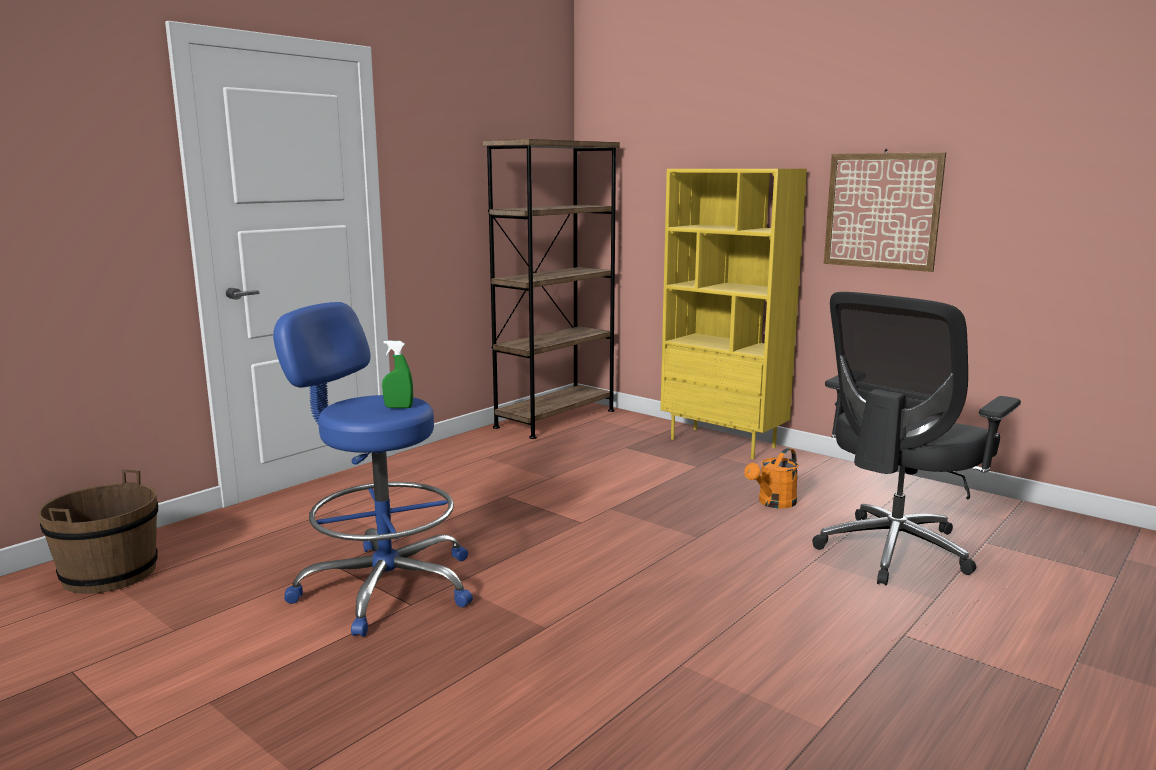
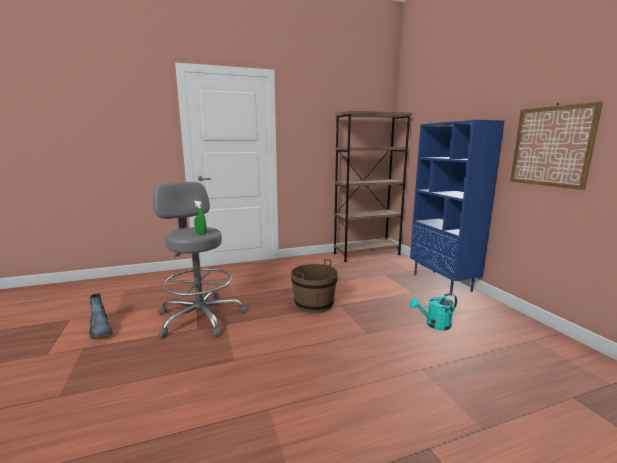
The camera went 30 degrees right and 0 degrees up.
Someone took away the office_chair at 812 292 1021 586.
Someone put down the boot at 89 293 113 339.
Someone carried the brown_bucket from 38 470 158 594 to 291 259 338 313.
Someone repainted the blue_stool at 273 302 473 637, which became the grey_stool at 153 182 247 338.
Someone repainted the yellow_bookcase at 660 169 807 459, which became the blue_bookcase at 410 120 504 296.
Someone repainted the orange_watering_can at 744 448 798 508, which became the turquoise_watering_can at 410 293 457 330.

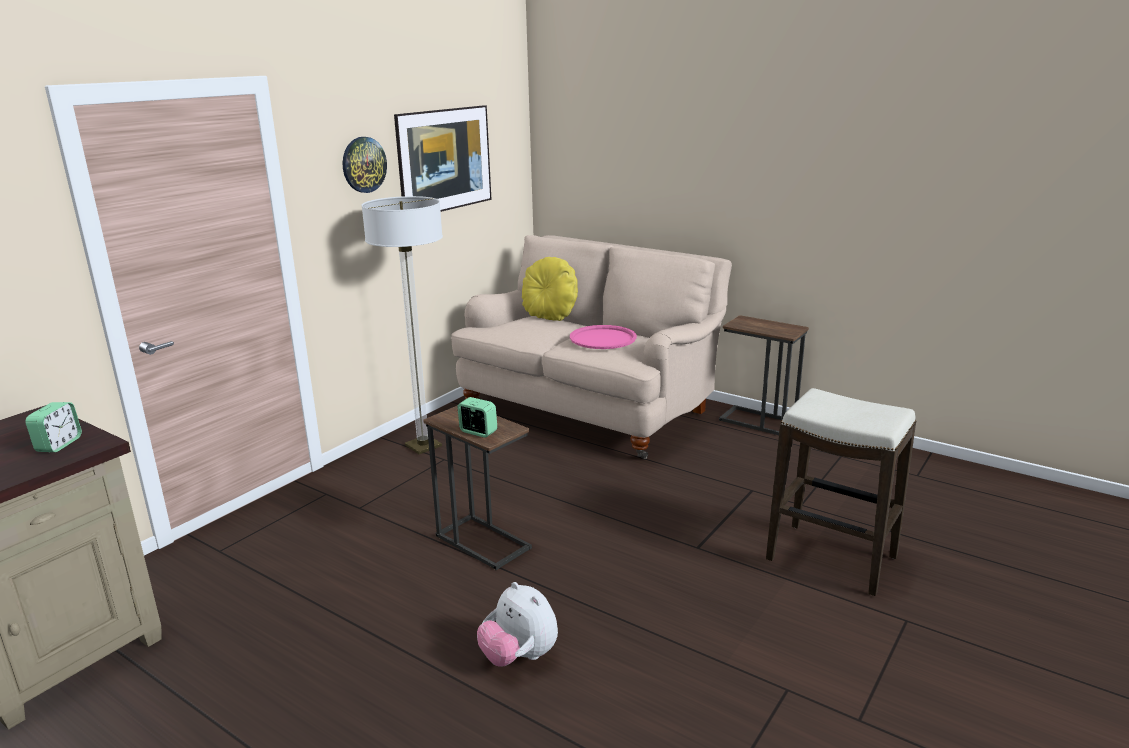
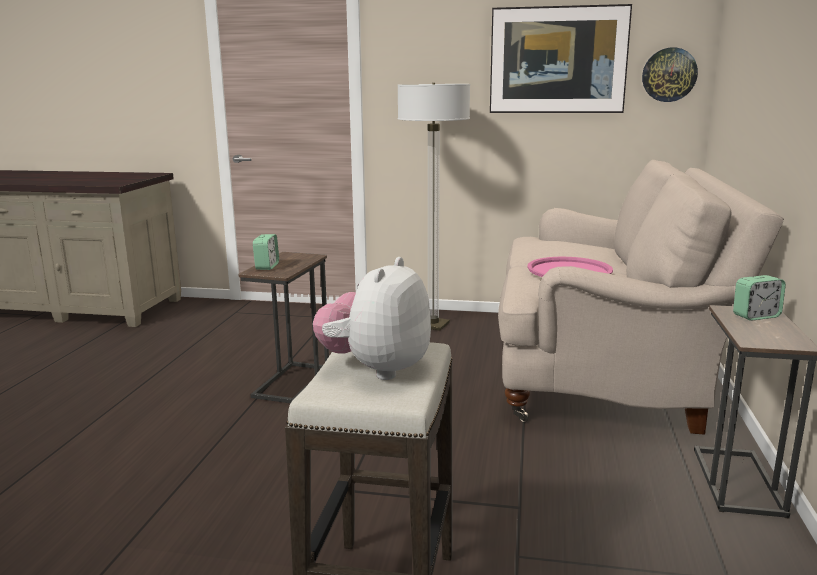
The camera went 65 degrees right and 5 degrees down.
Someone took away the yellow_pillow at 522 257 578 321.
Someone carried the alarm_clock from 25 402 82 452 to 733 275 786 320.
Someone carried the wall_clock from 343 137 387 193 to 642 47 698 102.
Someone carried the plush_toy from 477 582 558 667 to 313 257 431 380.

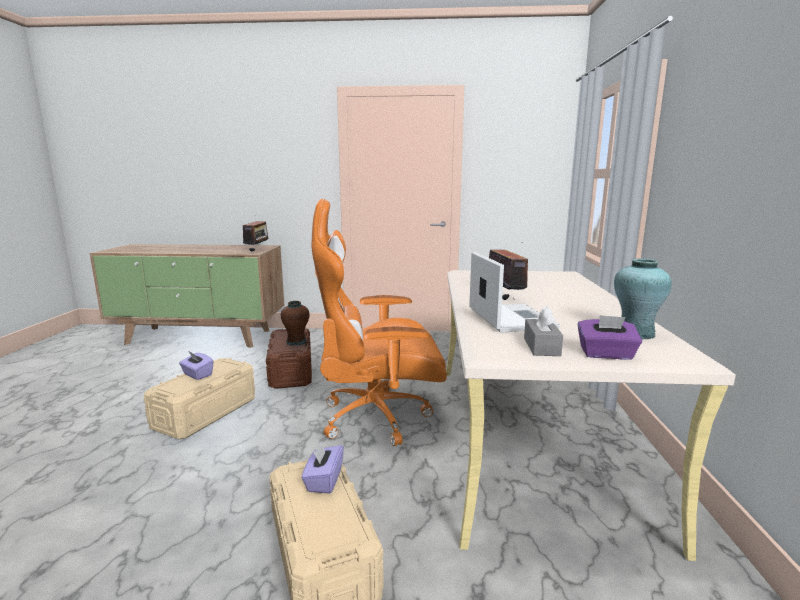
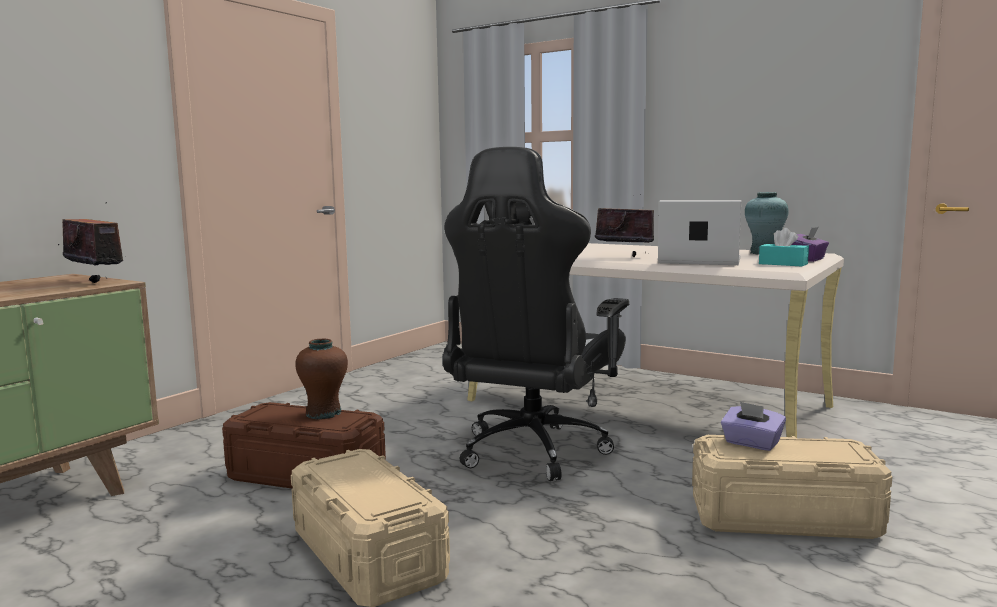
The camera went 60 degrees left and 5 degrees down.
Someone took away the purple_tissue_box at 179 352 214 380.
Someone repainted the orange_office_chair at 311 199 447 446, which became the black_office_chair at 443 147 630 481.
Someone repainted the grey_tissue_box at 524 306 563 356, which became the turquoise_tissue_box at 759 228 809 266.

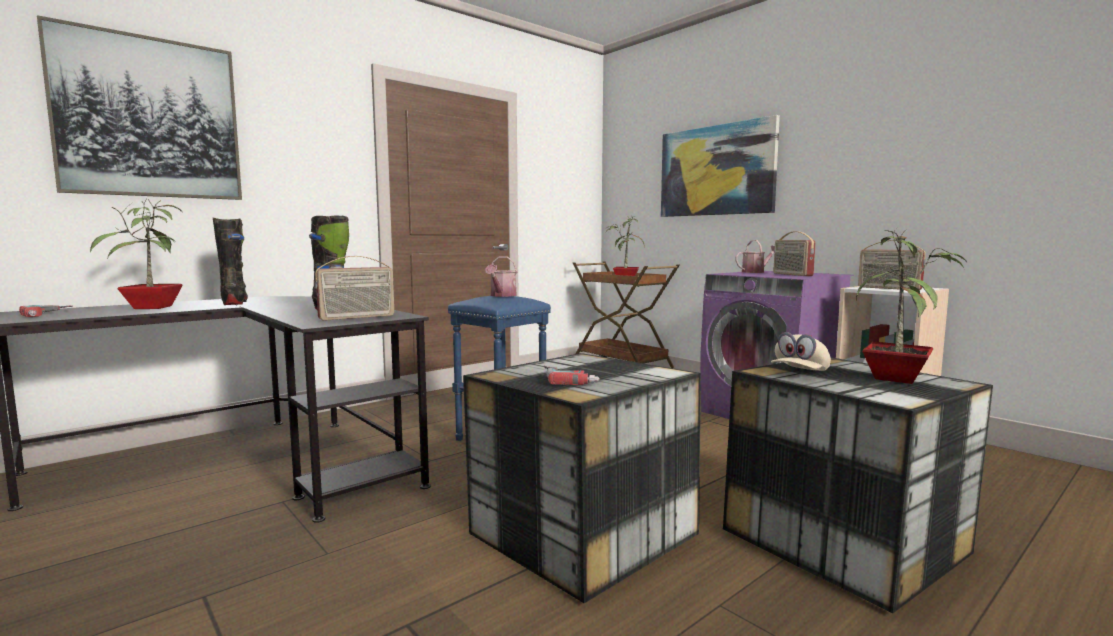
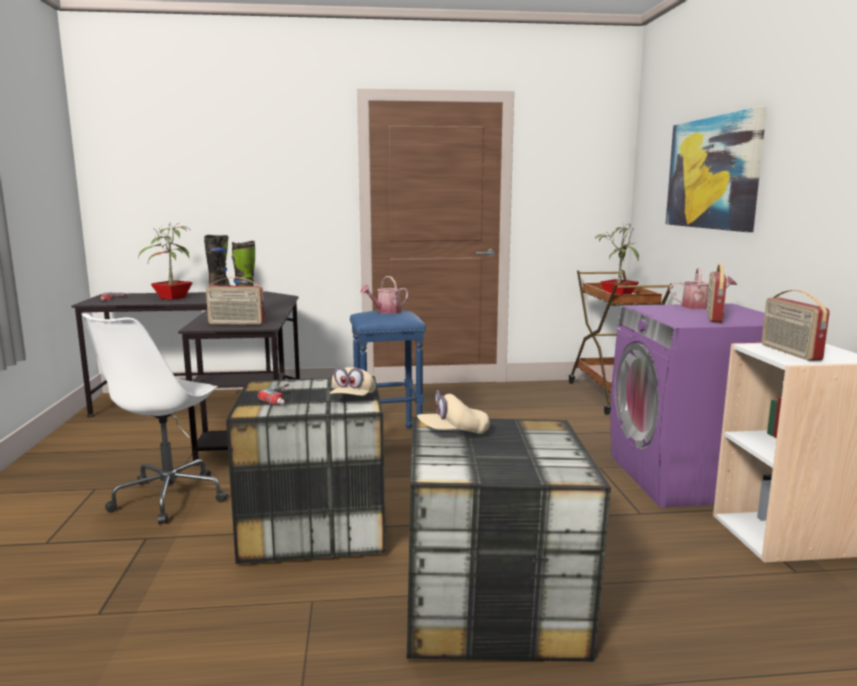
The camera went 35 degrees right and 5 degrees up.
Someone took away the picture at 37 15 242 200.
Someone took away the potted_plant at 856 228 967 384.
Someone put down the white_office_chair at 82 313 228 524.
Someone put down the beige_cap at 329 367 376 396.

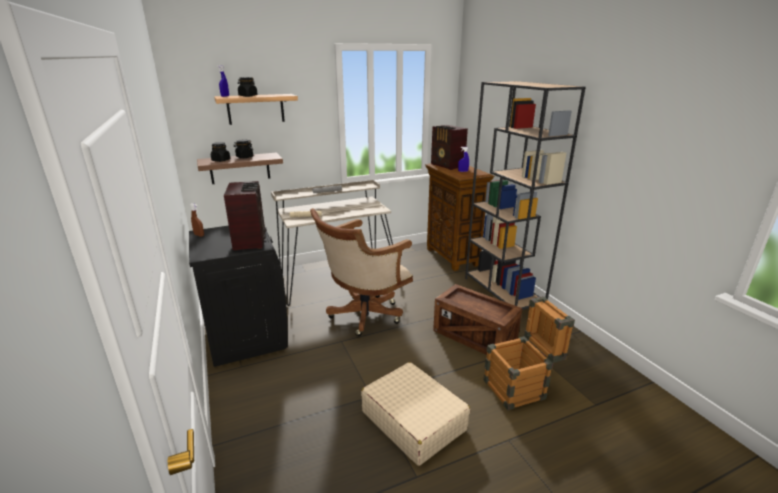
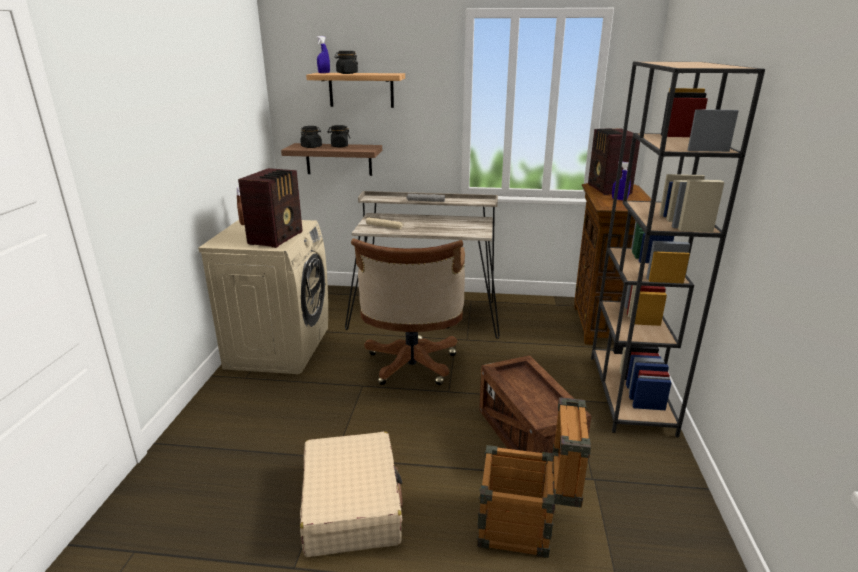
The camera went 30 degrees right and 0 degrees up.
Someone repainted the black_washing_machine at 189 226 288 367, which became the beige_washing_machine at 198 220 328 374.
Someone rotated the office_chair at 310 208 413 336 by 75 degrees counterclockwise.

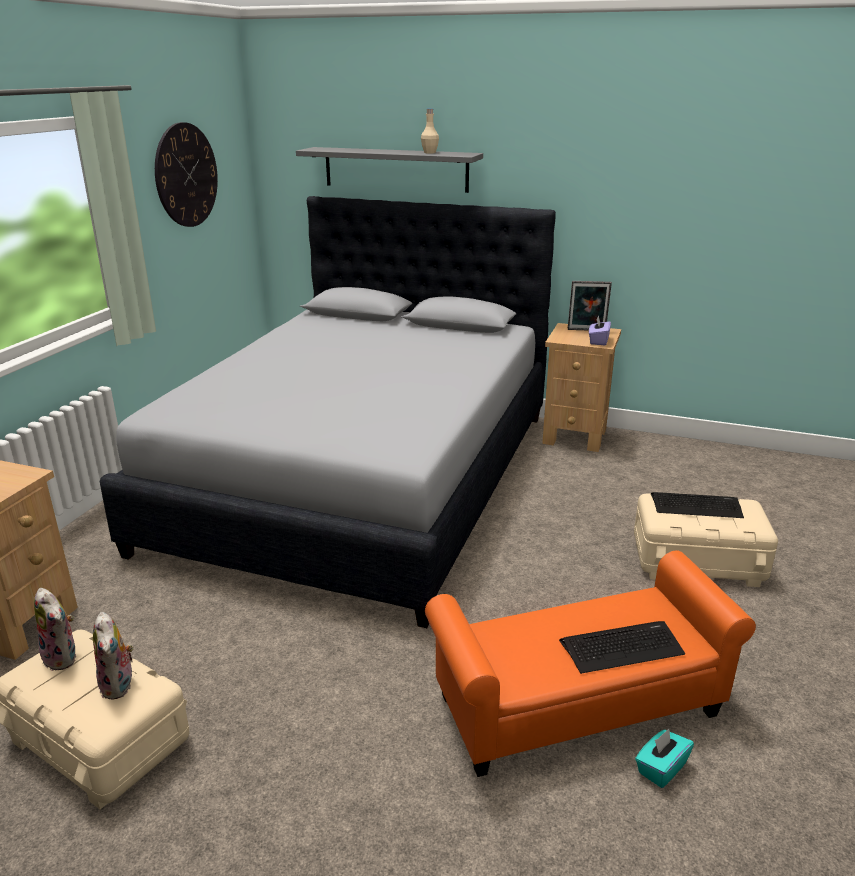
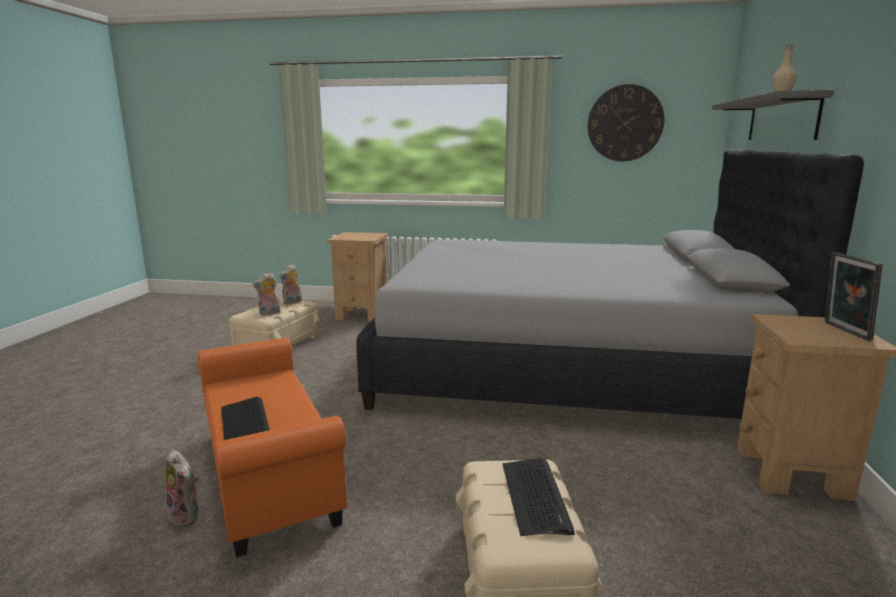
The camera went 80 degrees right and 10 degrees down.
Someone took away the purple_tissue_box at 589 316 611 345.
Someone swapped the turquoise_tissue_box at 635 729 694 788 for the plush_toy at 165 450 199 528.

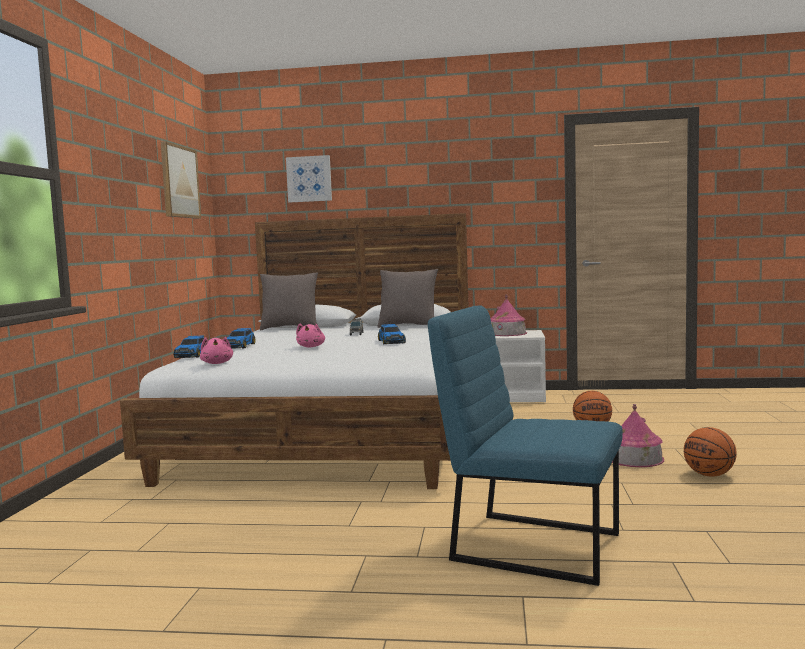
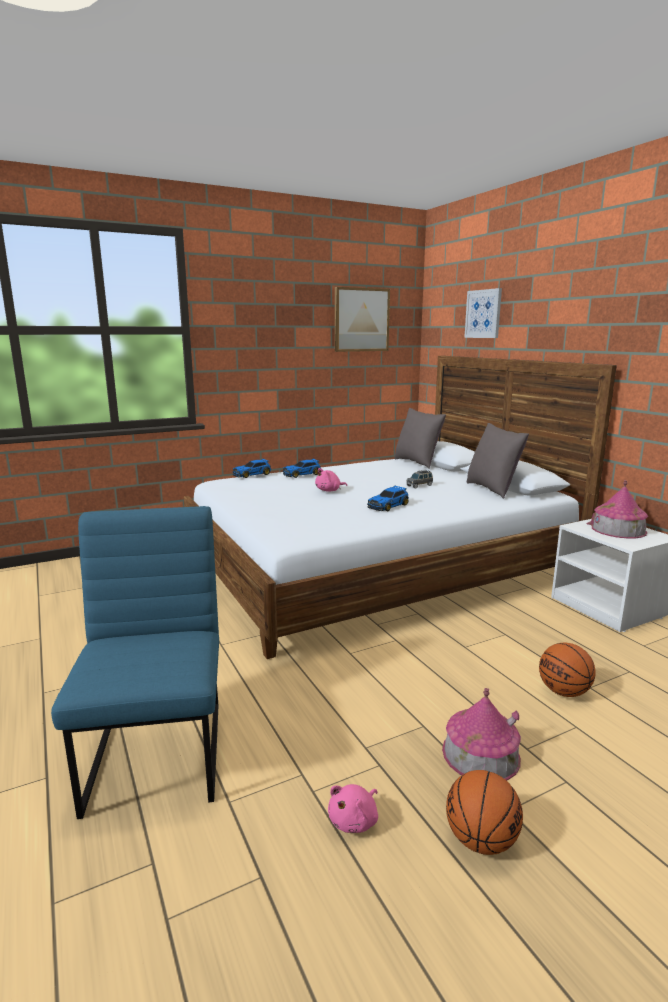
The camera went 55 degrees right and 10 degrees up.
Someone carried the pink_plush_toy from 200 337 233 364 to 328 784 378 833.

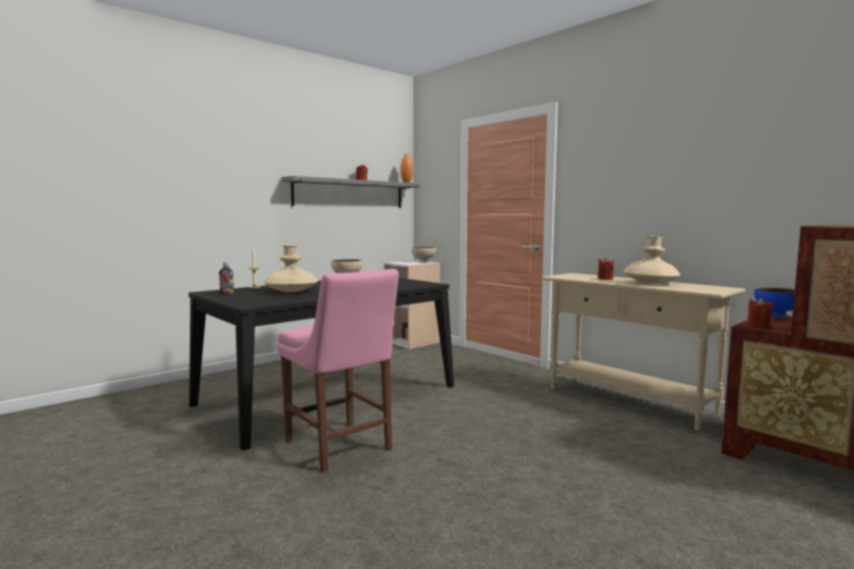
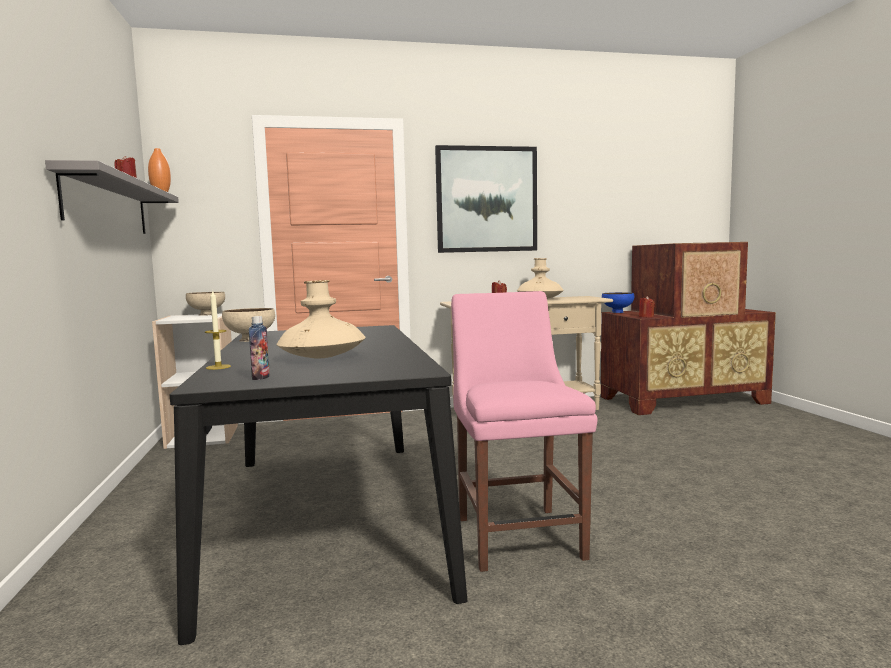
The camera went 60 degrees left and 0 degrees up.
Someone put up the picture at 435 145 537 253.
Someone rotated the pink_chair at 277 269 399 472 by 90 degrees counterclockwise.

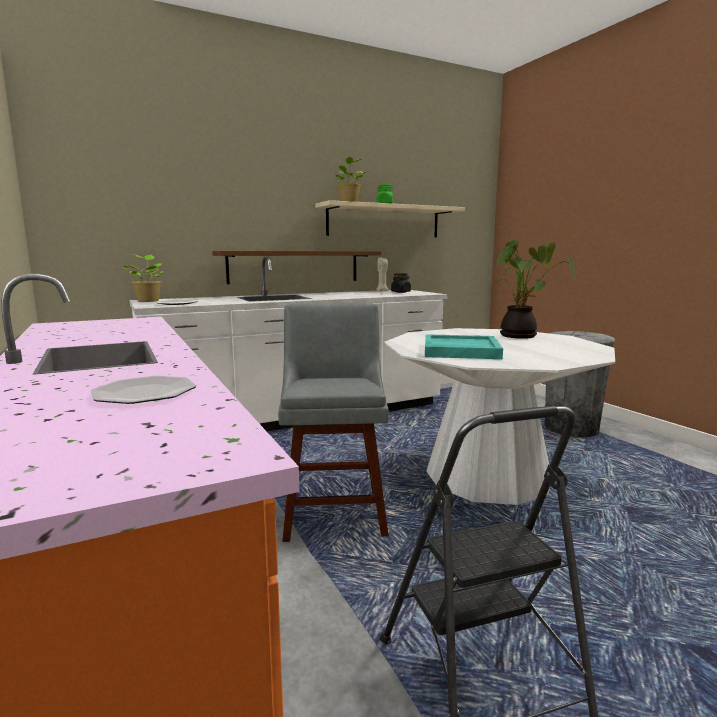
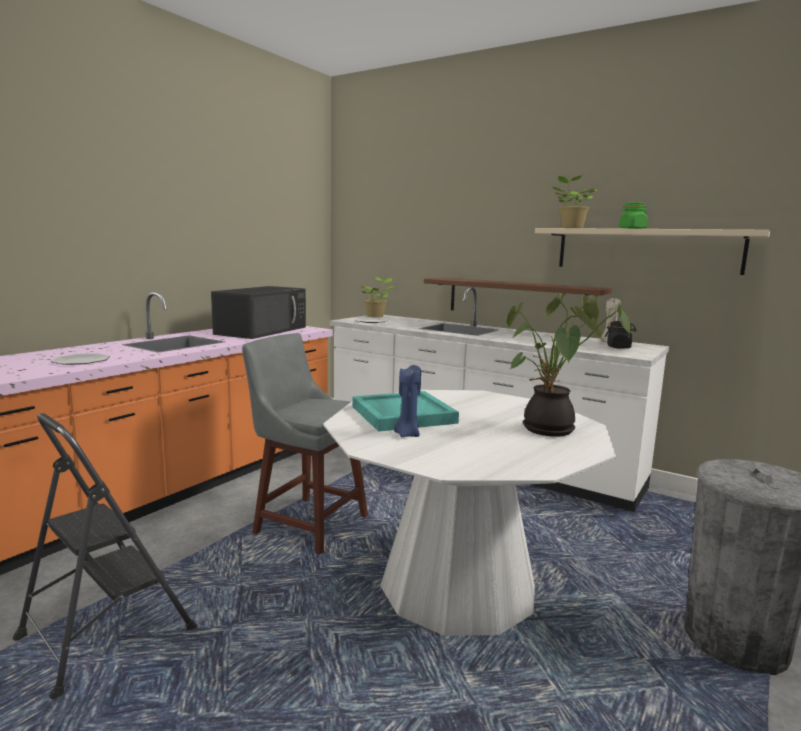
The camera went 60 degrees right and 0 degrees up.
Someone put down the black_microwave at 211 286 306 339.
Someone put down the blue_candle at 394 365 421 437.
Someone rotated the grey_chair at 278 303 389 542 by 120 degrees counterclockwise.

